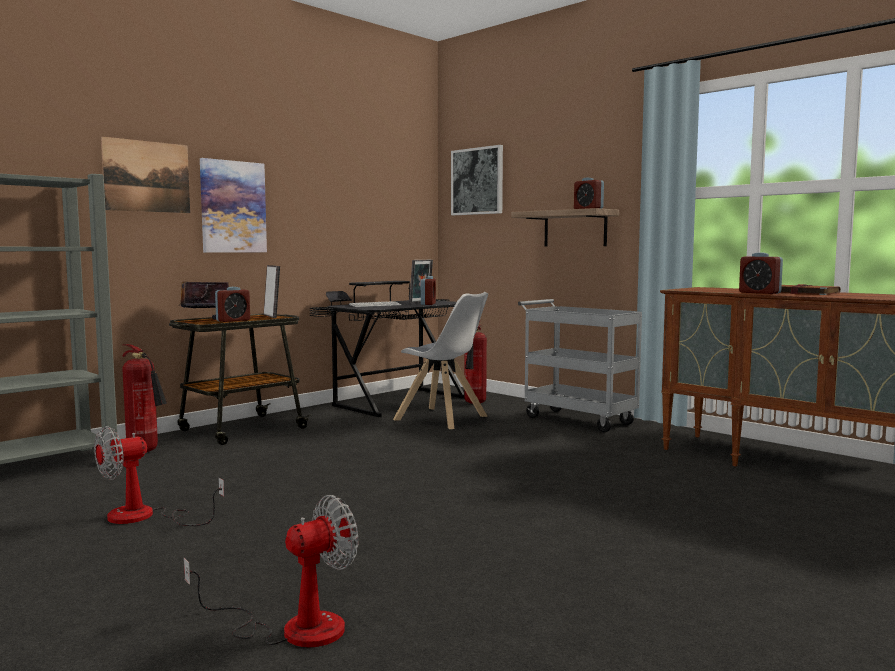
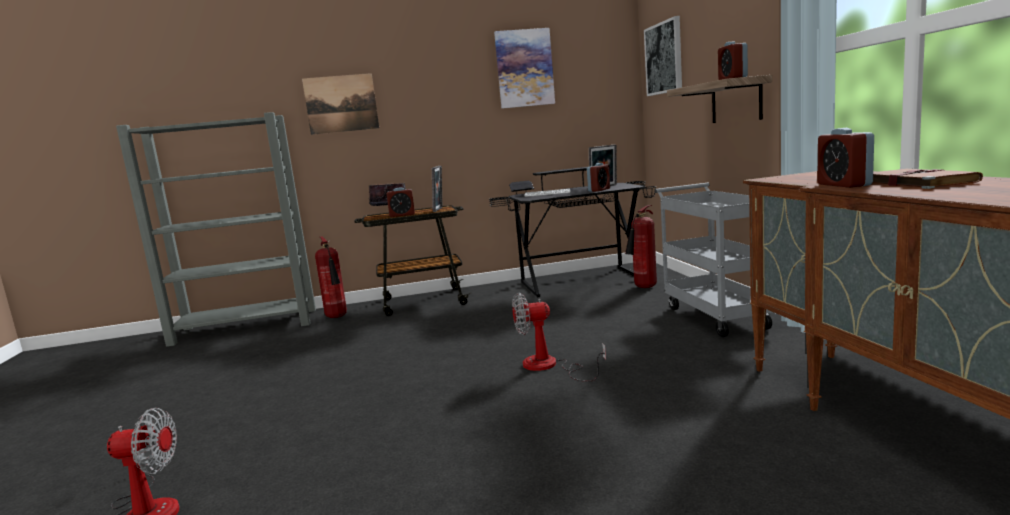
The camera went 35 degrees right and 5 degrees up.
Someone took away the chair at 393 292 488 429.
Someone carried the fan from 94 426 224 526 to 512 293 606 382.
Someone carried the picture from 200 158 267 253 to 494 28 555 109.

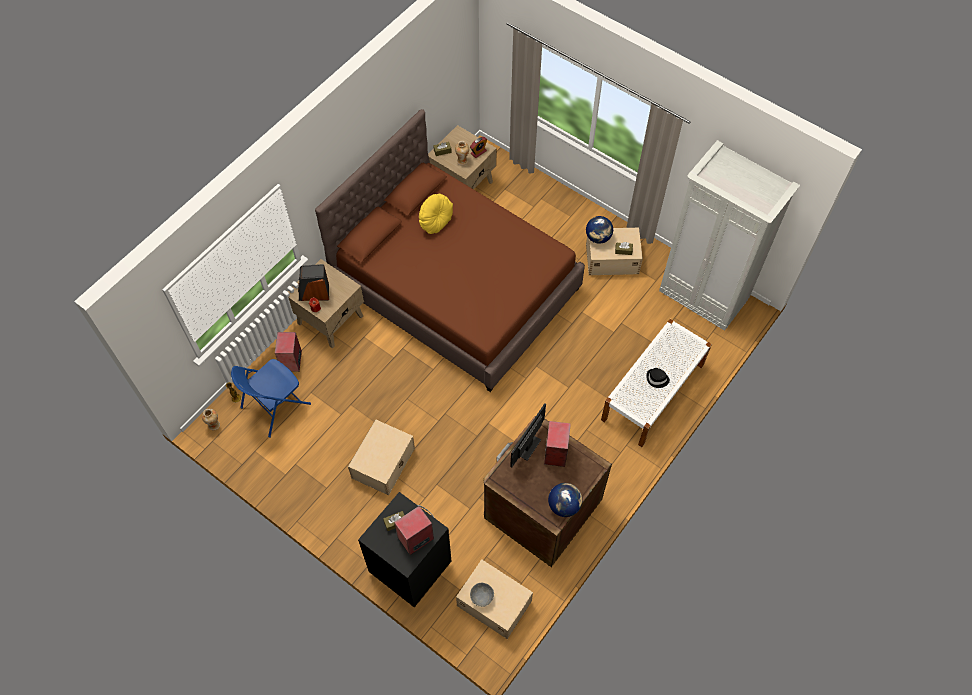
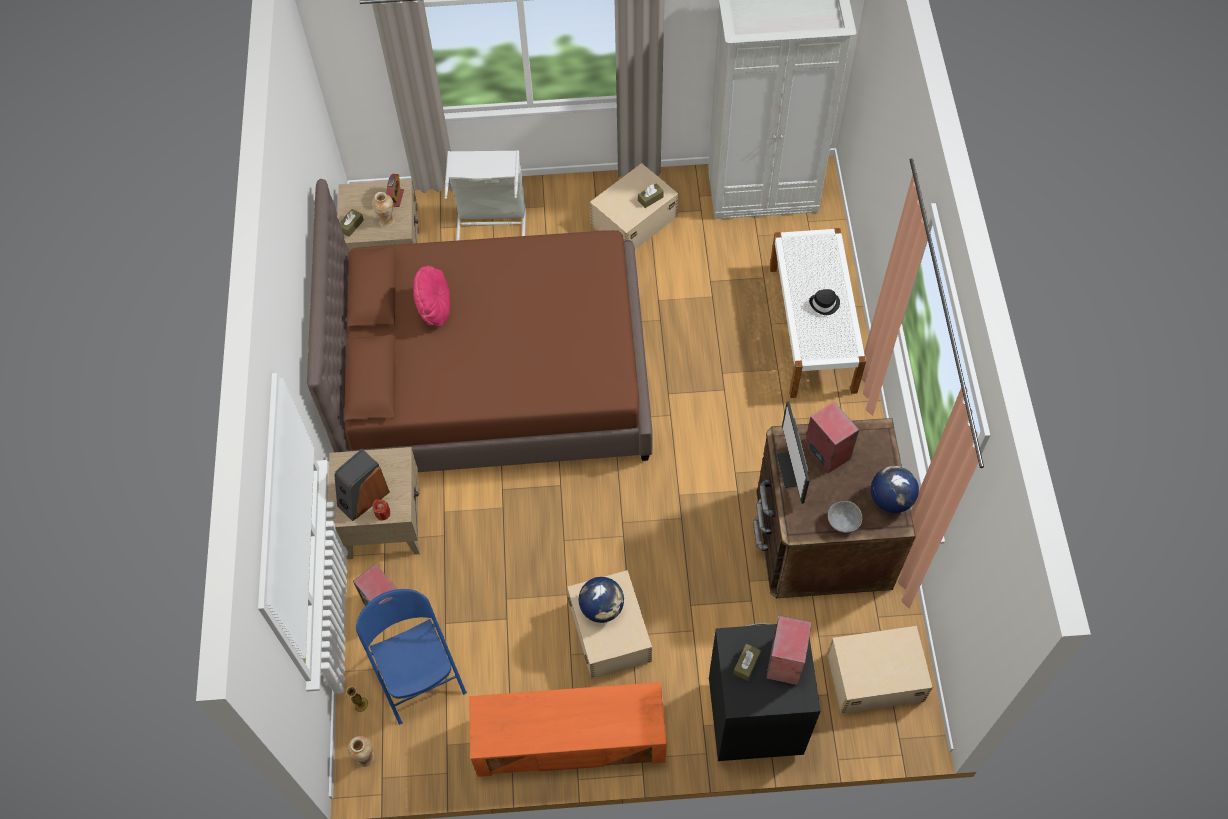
The camera went 40 degrees left and 0 degrees up.
Someone put down the grey_laundry_basket at 445 150 526 241.
Someone put down the orange_bench at 469 682 667 777.
Someone carried the grey_bowl from 470 583 494 607 to 828 501 862 533.
Someone carried the globe from 586 216 613 244 to 578 577 624 623.
Someone repainted the yellow_pillow at 419 194 453 234, which became the pink_pillow at 413 266 450 327.
Someone rotated the blue_chair at 231 359 311 438 by 150 degrees clockwise.

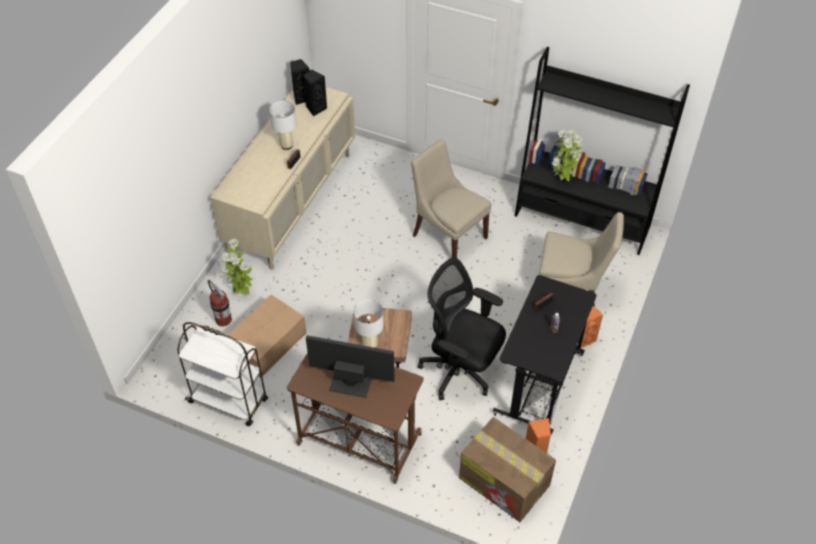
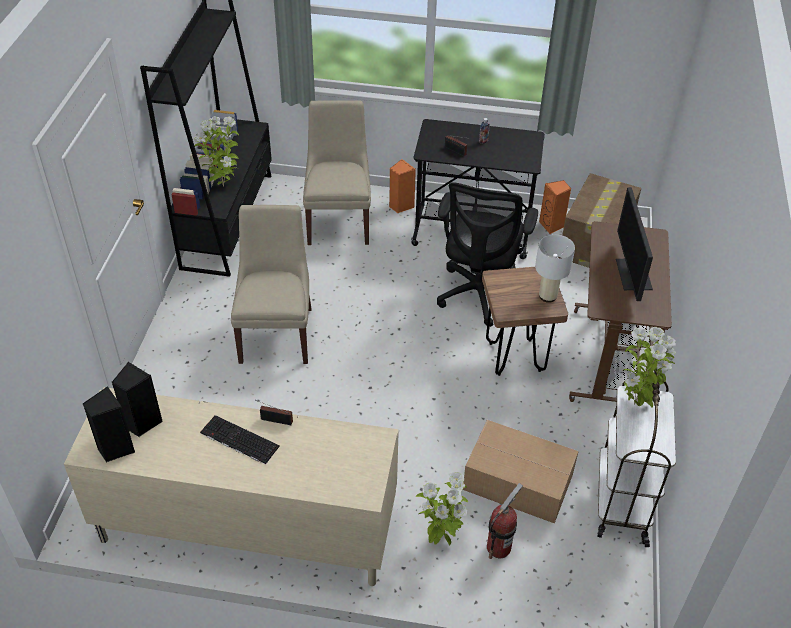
The camera went 105 degrees left and 5 degrees down.
Someone put down the potted_plant at 624 327 676 408.
Someone swapped the white_table_lamp at 269 101 296 150 for the keyboard at 200 415 280 465.
Someone rotated the beige_chair at 411 139 491 258 by 150 degrees clockwise.

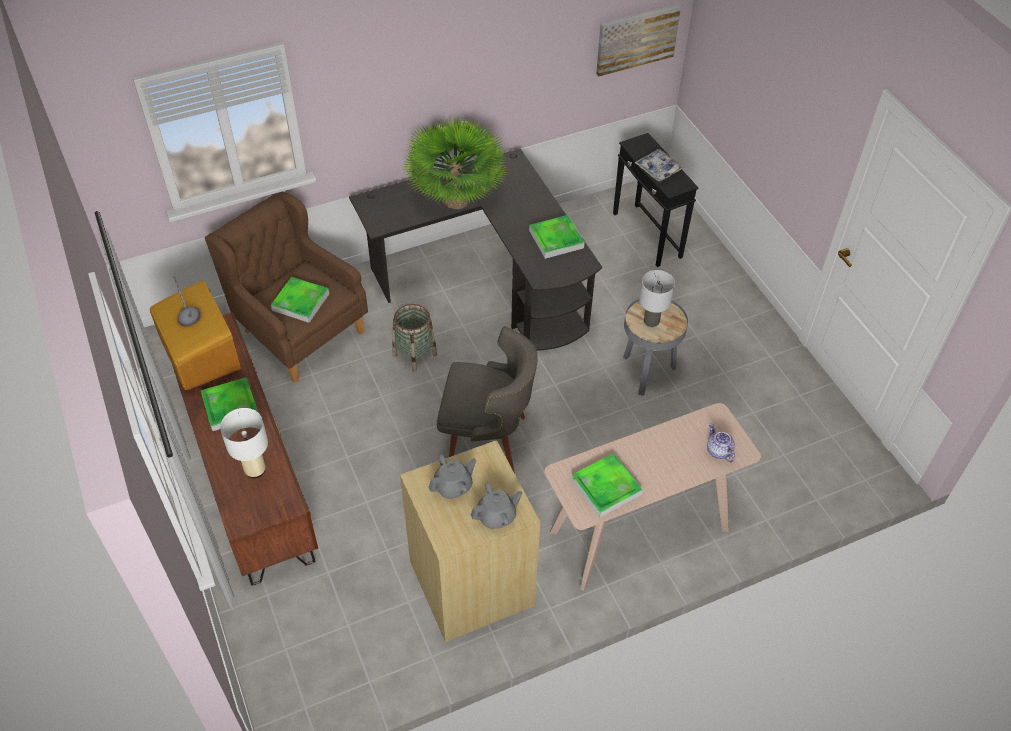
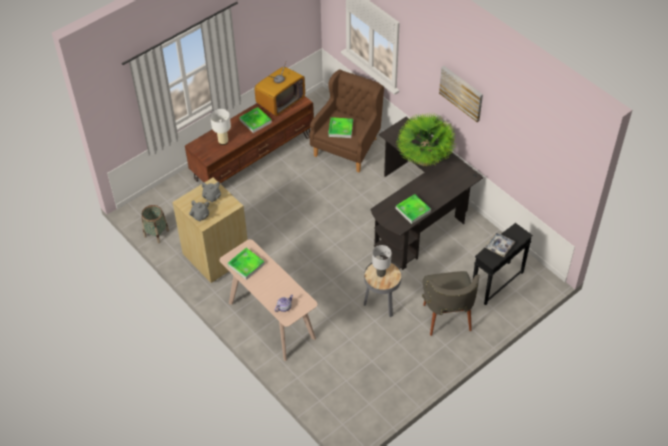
The camera went 75 degrees right and 0 degrees up.
Someone carried the basket from 392 304 437 372 to 141 205 169 243.
Someone carried the grey_chair from 437 326 538 473 to 422 271 480 336.
Someone carried the picture from 596 4 681 77 to 439 66 483 122.

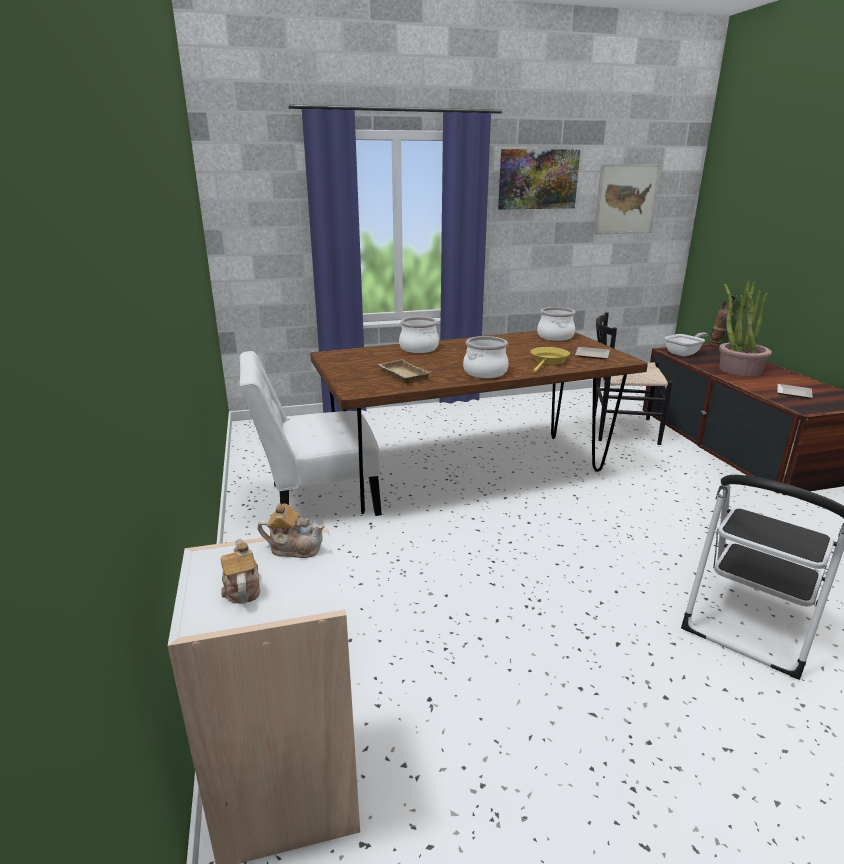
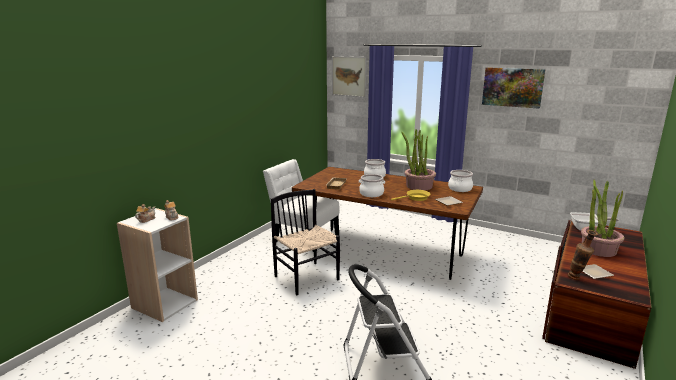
The camera went 45 degrees right and 5 degrees down.
Someone put down the potted_plant at 401 129 436 190.
Someone carried the black_chair from 592 312 673 445 to 271 189 340 295.
Someone carried the picture from 594 164 661 235 to 332 56 367 97.
Someone carried the vase from 708 294 738 347 to 568 230 598 280.

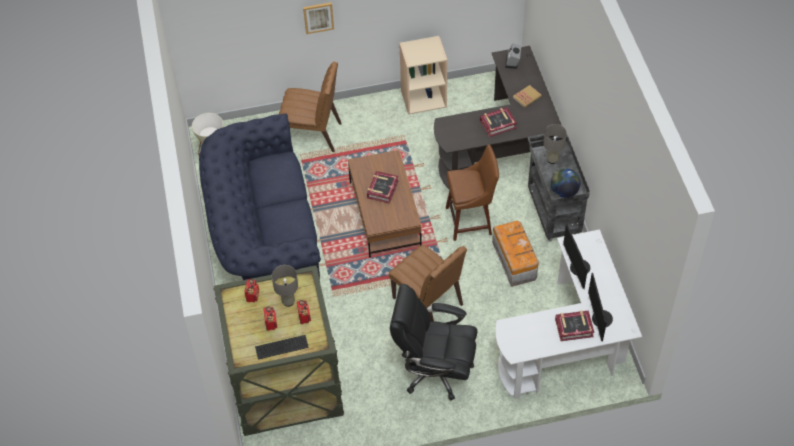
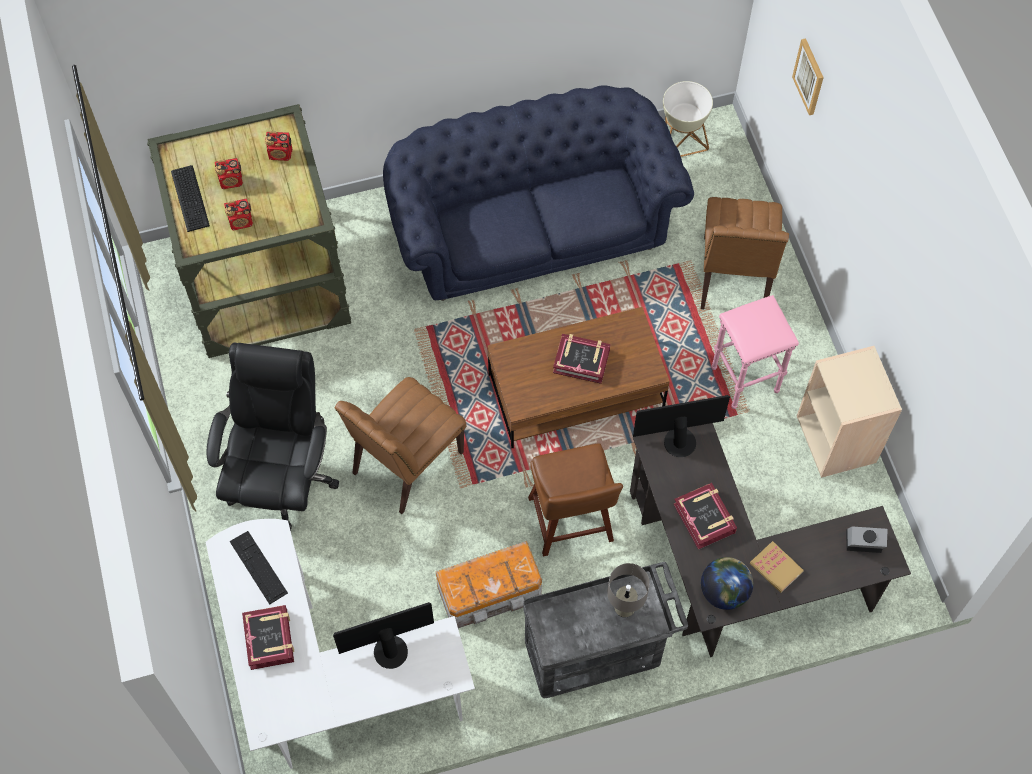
The camera went 85 degrees right and 10 degrees up.
Someone took away the grey_table_lamp at 272 265 298 307.
Someone put down the keyboard at 230 531 288 605.
Someone put down the pink_stool at 711 295 799 409.
Someone carried the picture from 303 2 334 34 to 792 38 824 115.
Someone carried the globe from 551 168 580 198 to 701 557 753 610.
Someone carried the monitor from 588 273 613 342 to 633 395 730 457.

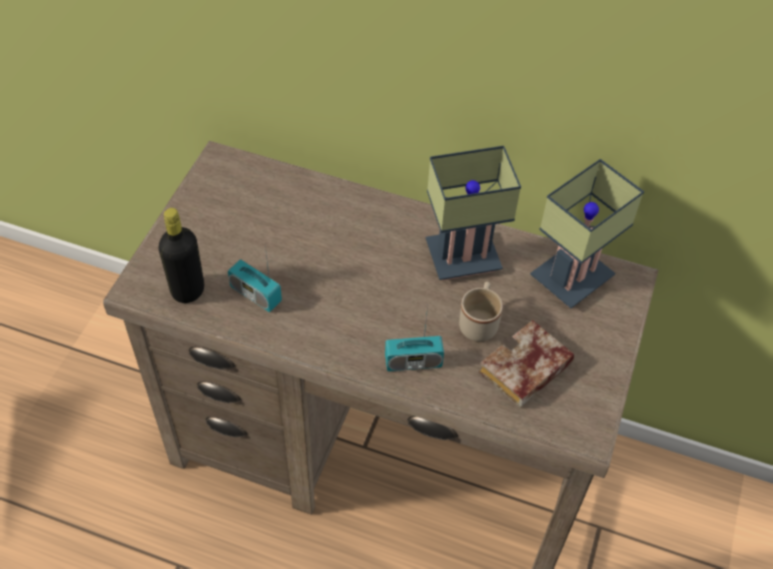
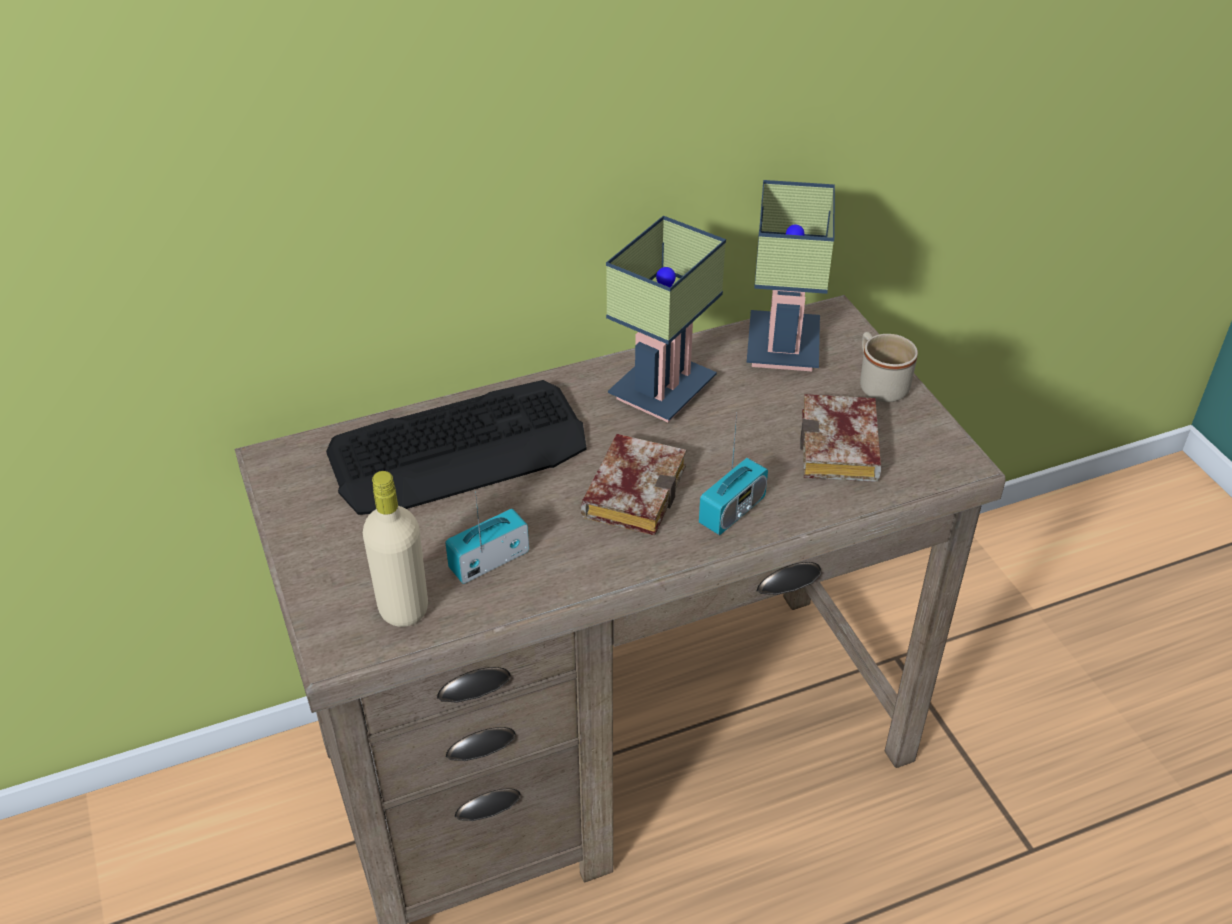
The camera went 40 degrees left and 10 degrees down.
Someone put down the keyboard at 326 380 586 515.
Someone put down the book at 581 434 686 536.
Someone carried the beige_mug from 459 282 503 342 to 860 332 918 402.
Someone repainted the black_bottle at 158 208 204 303, which became the beige_bottle at 363 471 428 627.
Someone rotated the radio at 228 246 282 312 by 150 degrees clockwise.

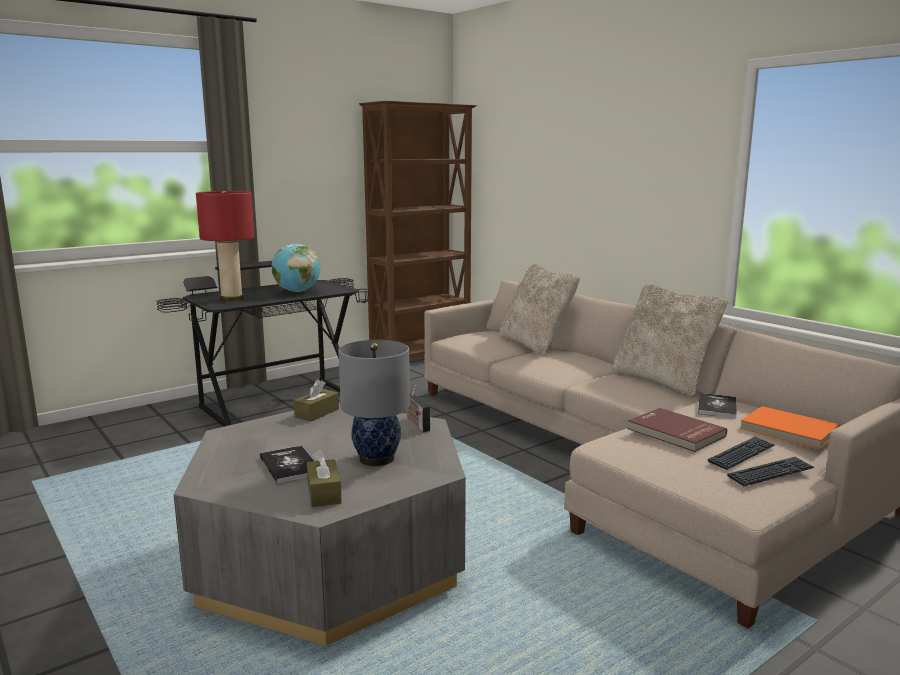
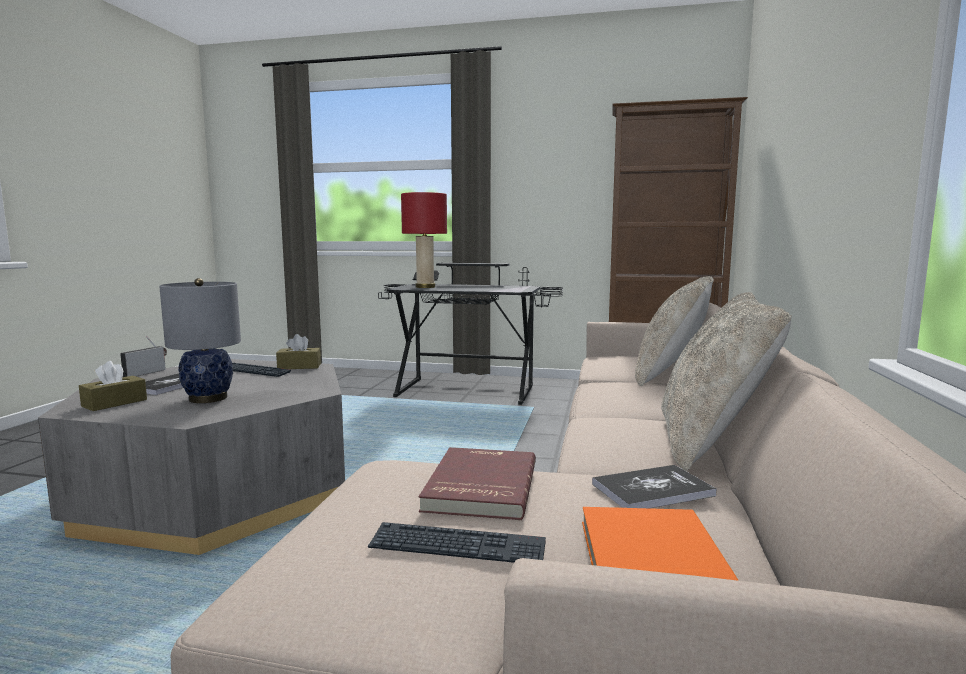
The camera went 50 degrees right and 5 degrees down.
Someone took away the globe at 272 244 320 292.
Someone carried the radio from 407 385 430 432 to 120 336 167 377.
Someone carried the keyboard from 727 457 814 486 to 232 363 291 377.

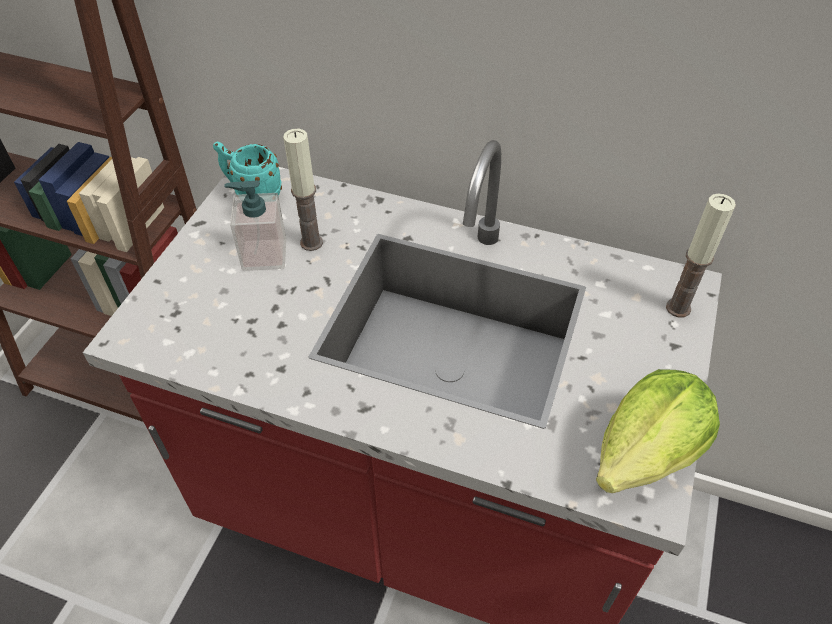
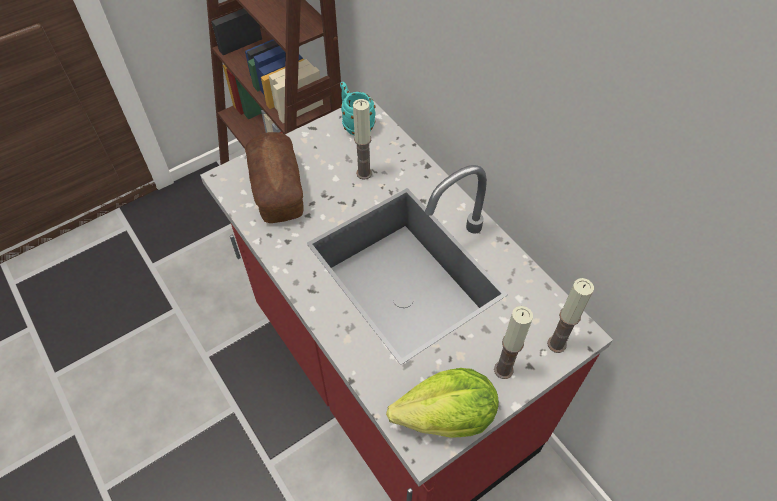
The camera went 35 degrees right and 5 degrees up.
Someone took away the soap_dispenser at 224 180 286 271.
Someone put down the bread at 245 132 304 223.
Someone put down the candle at 494 306 533 379.

